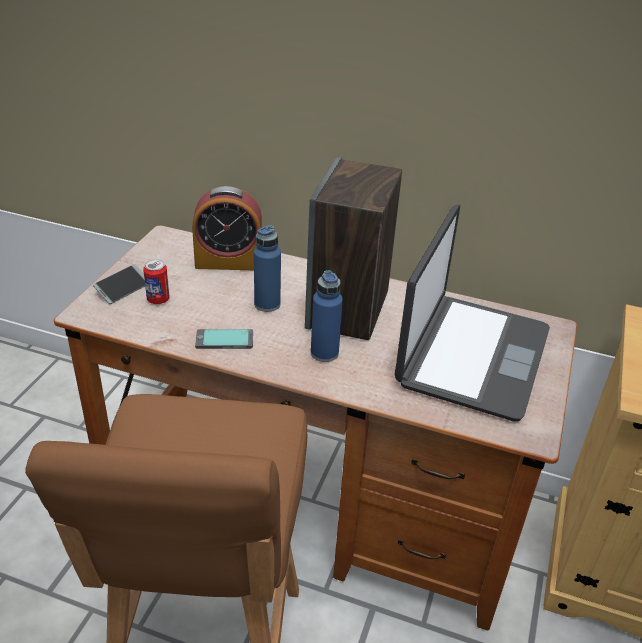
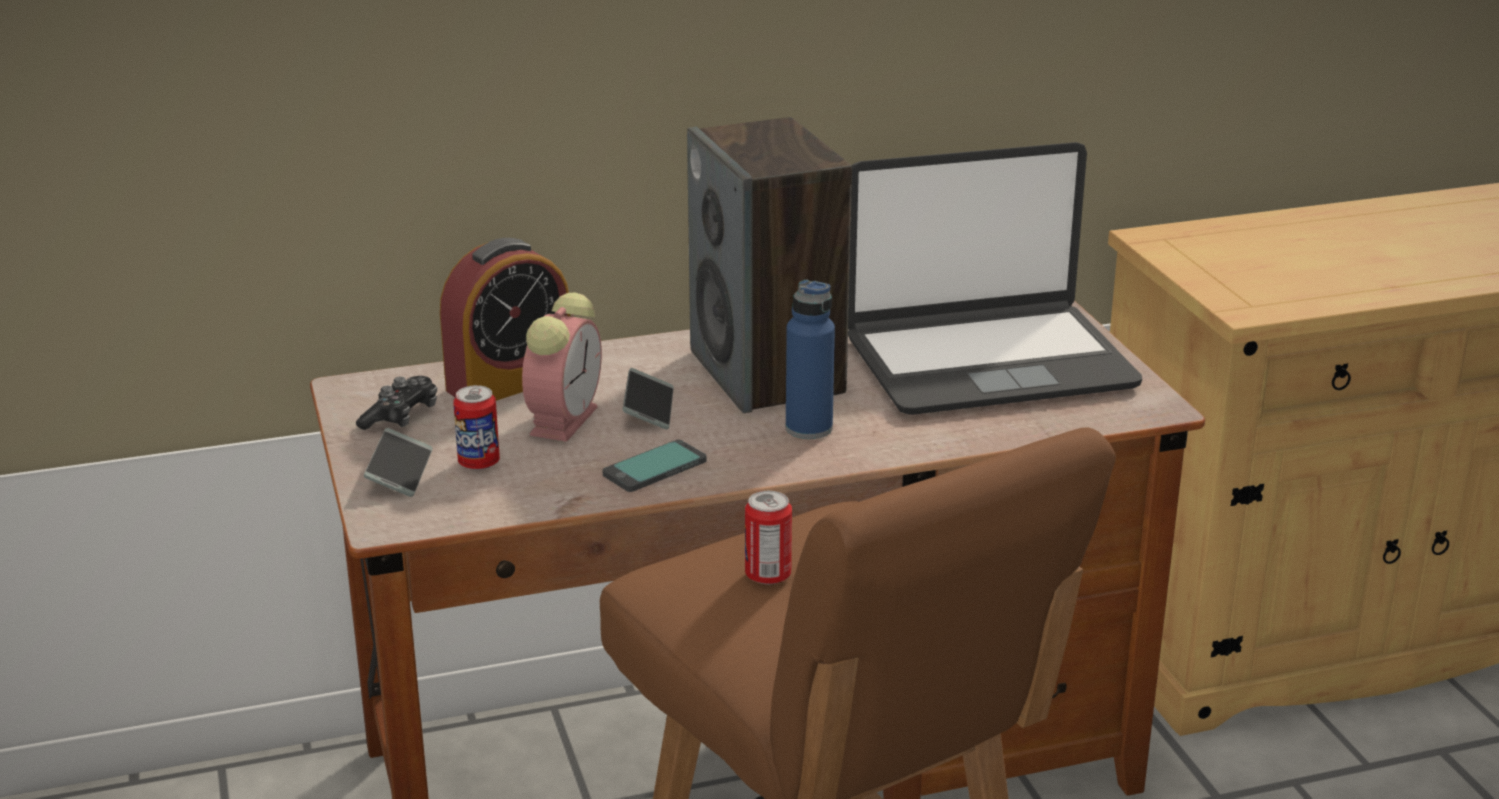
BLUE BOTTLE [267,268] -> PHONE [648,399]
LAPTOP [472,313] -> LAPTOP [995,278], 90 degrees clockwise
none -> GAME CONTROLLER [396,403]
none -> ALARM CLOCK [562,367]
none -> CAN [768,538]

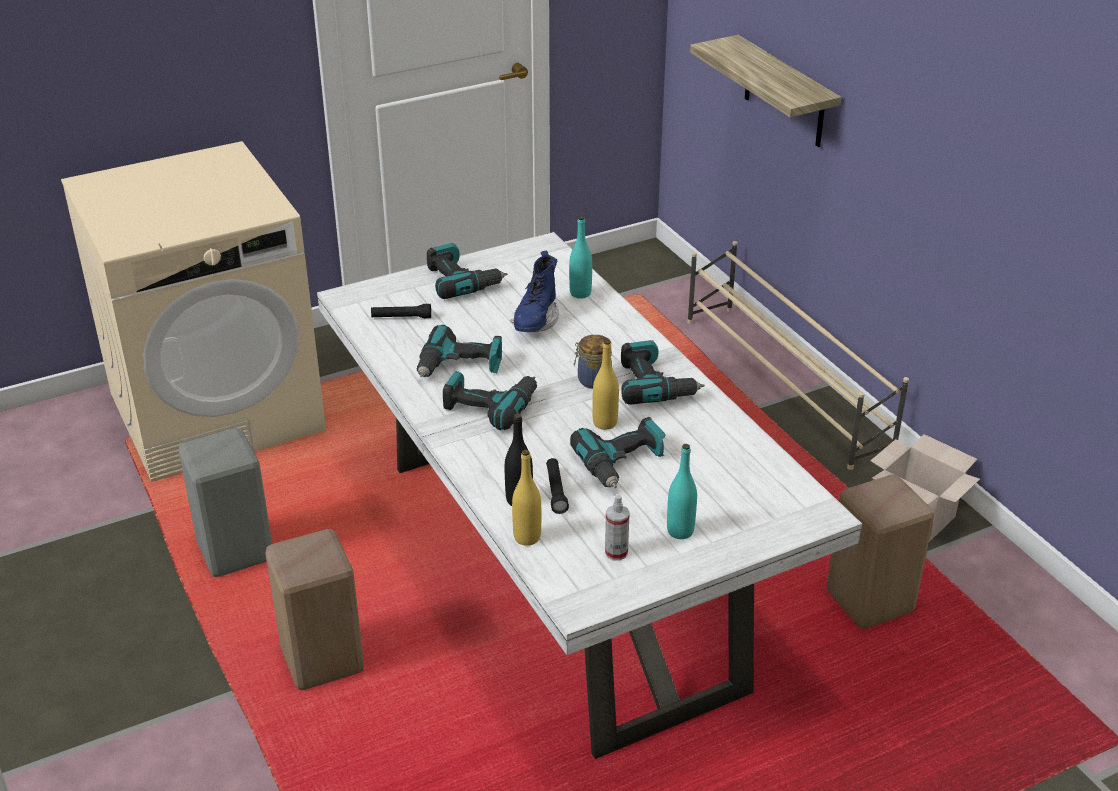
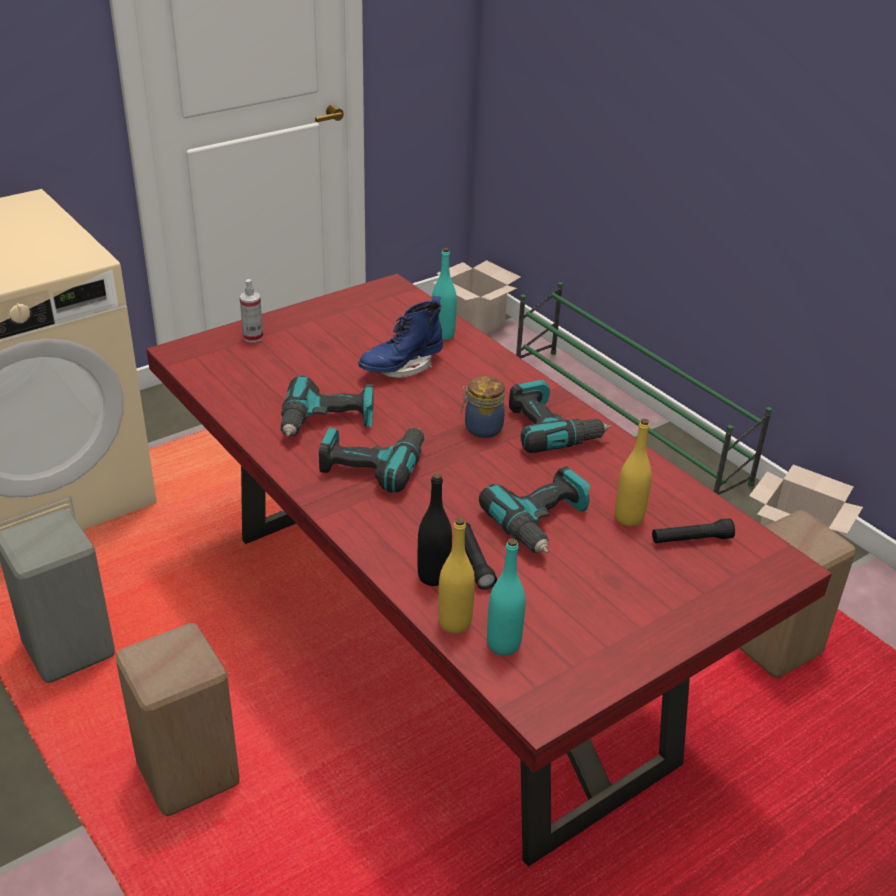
WHITE DINING TABLE [589,495] -> RED DINING TABLE [489,570]
BLACK FLASHLIGHT [401,311] -> BLACK FLASHLIGHT [693,531], move
POWER DRILL [467,271] -> none
BLUE BOOT [534,291] -> BLUE BOOT [400,337], 45 degrees clockwise
YELLOW BOTTLE [605,385] -> YELLOW BOTTLE [633,472], move
SPRAY BOTTLE [617,527] -> SPRAY BOTTLE [251,311], move
TURQUOISE BOTTLE [682,491] -> TURQUOISE BOTTLE [506,597], move
BEIGE SHOE RACK [798,355] -> GREEN SHOE RACK [644,388]
SHELF [765,91] -> none
none -> CARDBOARD BOX [476,297]

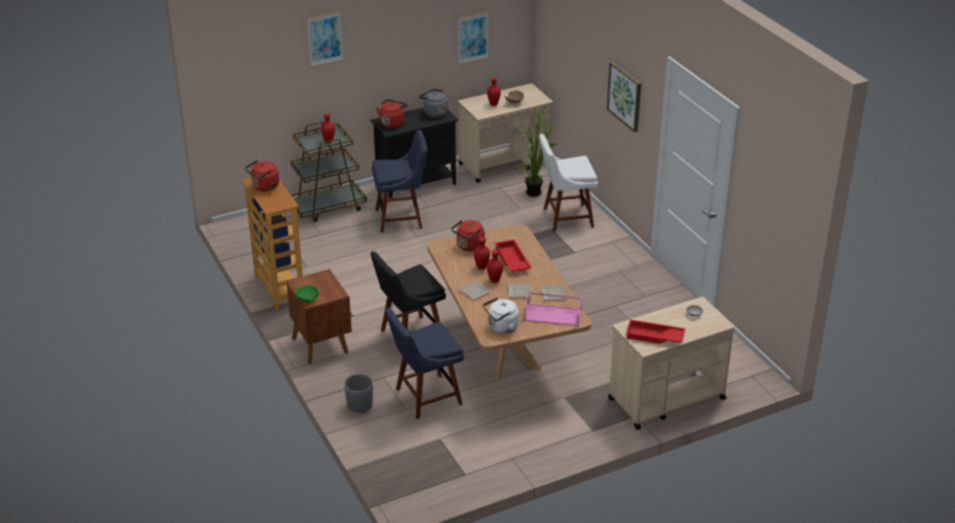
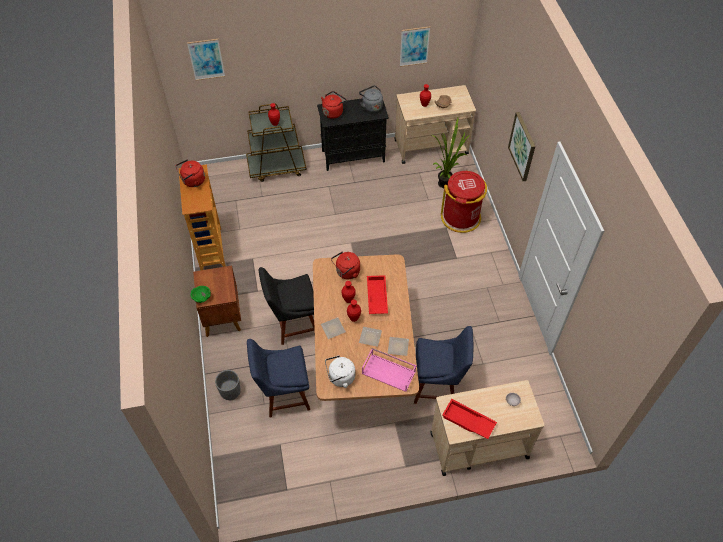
PICTURE [325,39] -> PICTURE [206,59], move
BLUE CHAIR [400,181] -> BLUE CHAIR [443,365], move
WHITE CHAIR [568,183] -> RED TRASH CAN [464,202]

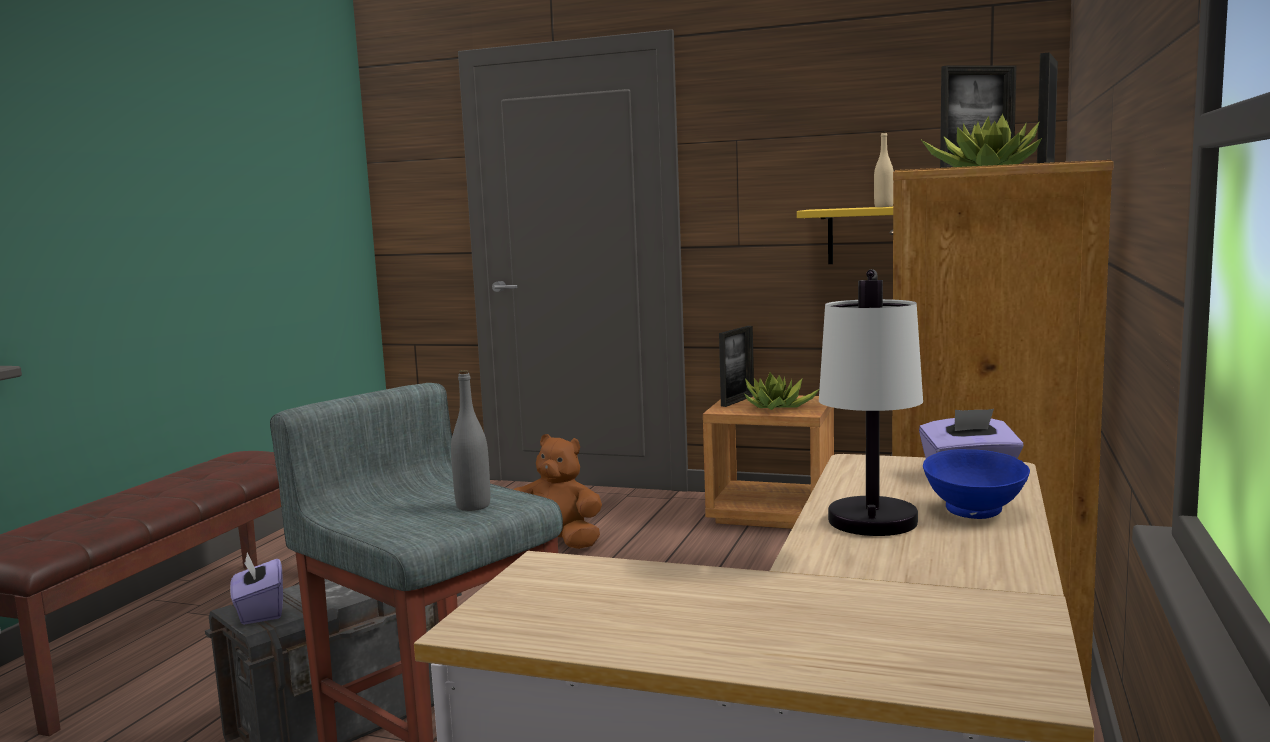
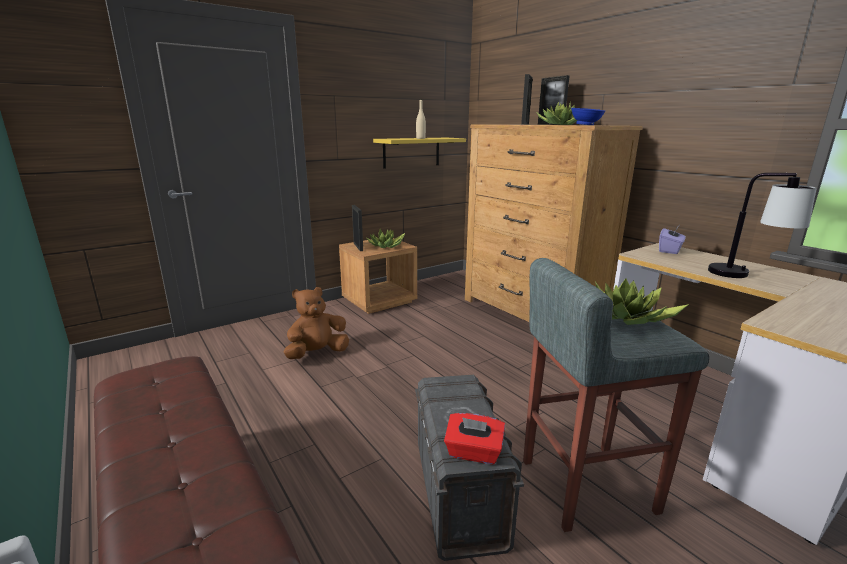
PURPLE TISSUE BOX [256,589] -> RED TISSUE BOX [474,438]
GREY BOTTLE [470,440] -> POTTED PLANT [642,301]
BLUE BOWL [976,484] -> BLUE BOWL [588,116], move

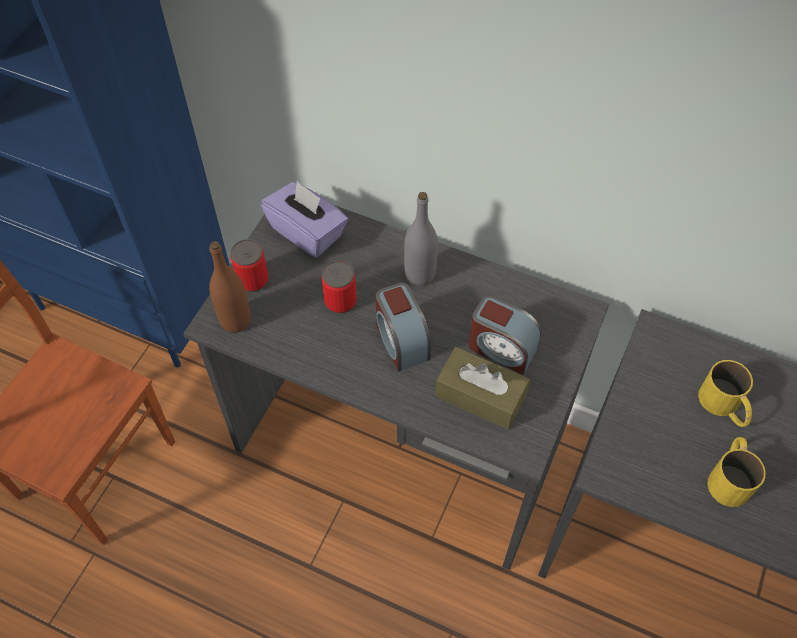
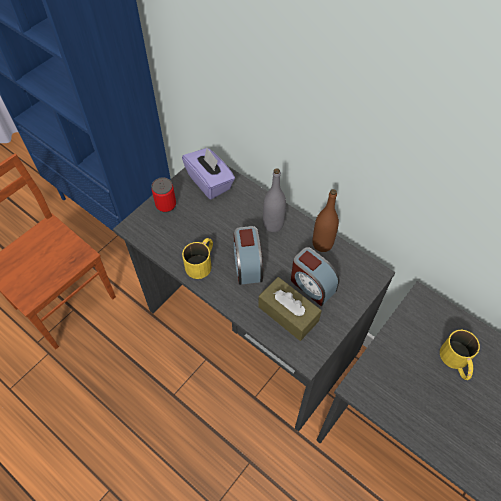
BROWN BOTTLE [230,287] -> BROWN BOTTLE [325,220], move
CAN [339,287] -> none
YELLOW MUG [736,472] -> YELLOW MUG [197,258], move

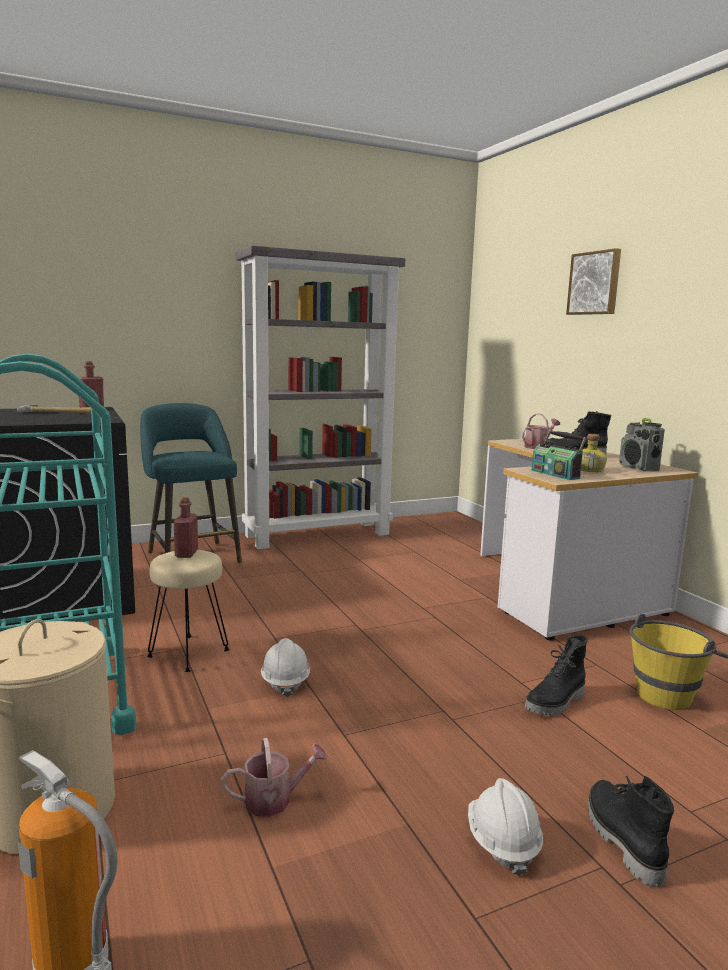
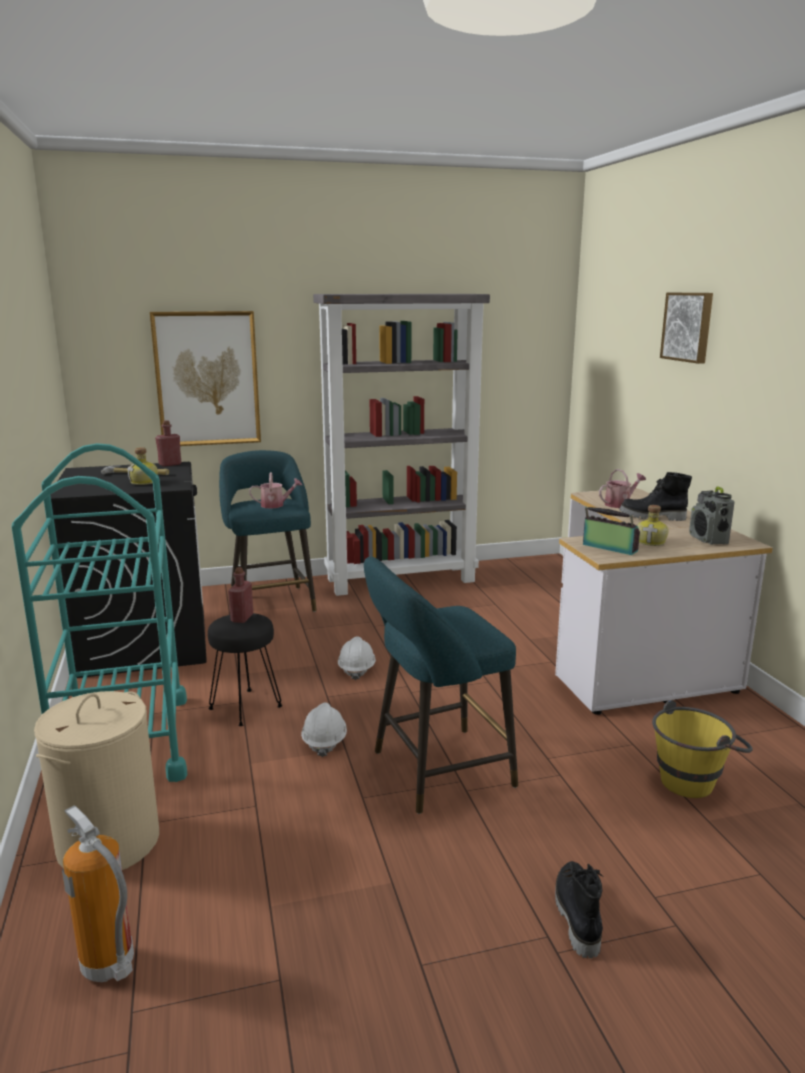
BEIGE STOOL [188,611] -> BLACK STOOL [245,669]
WATERING CAN [274,777] -> WATERING CAN [275,490], move
WHITE HARD HAT [505,827] -> WHITE HARD HAT [357,658], move
BLACK BOOT [556,675] -> none
RADIO [559,455] -> RADIO [611,530], 150 degrees clockwise
none -> BOTTLE [142,466]
none -> PICTURE [205,378]
none -> TURQUOISE STOOL [441,685]

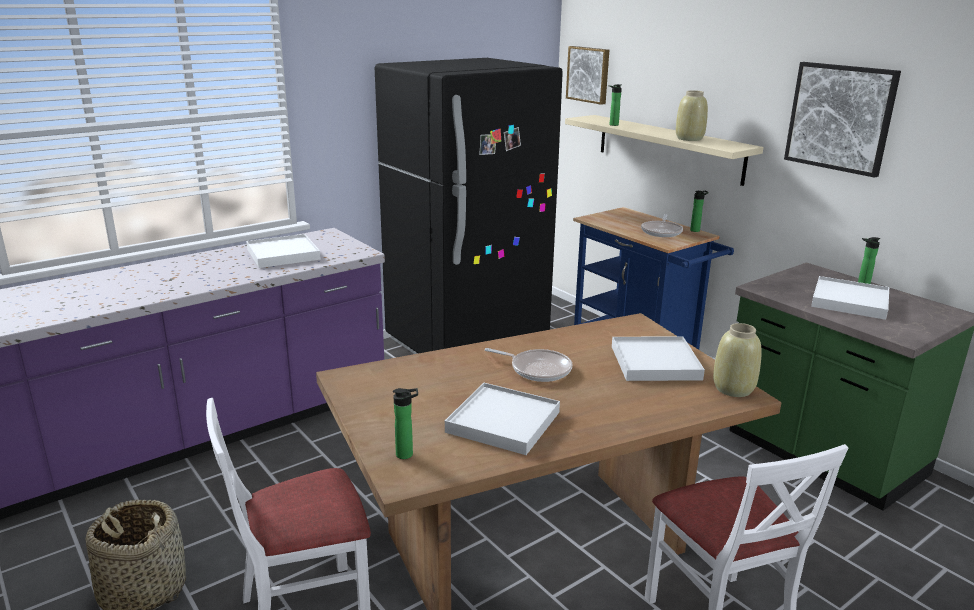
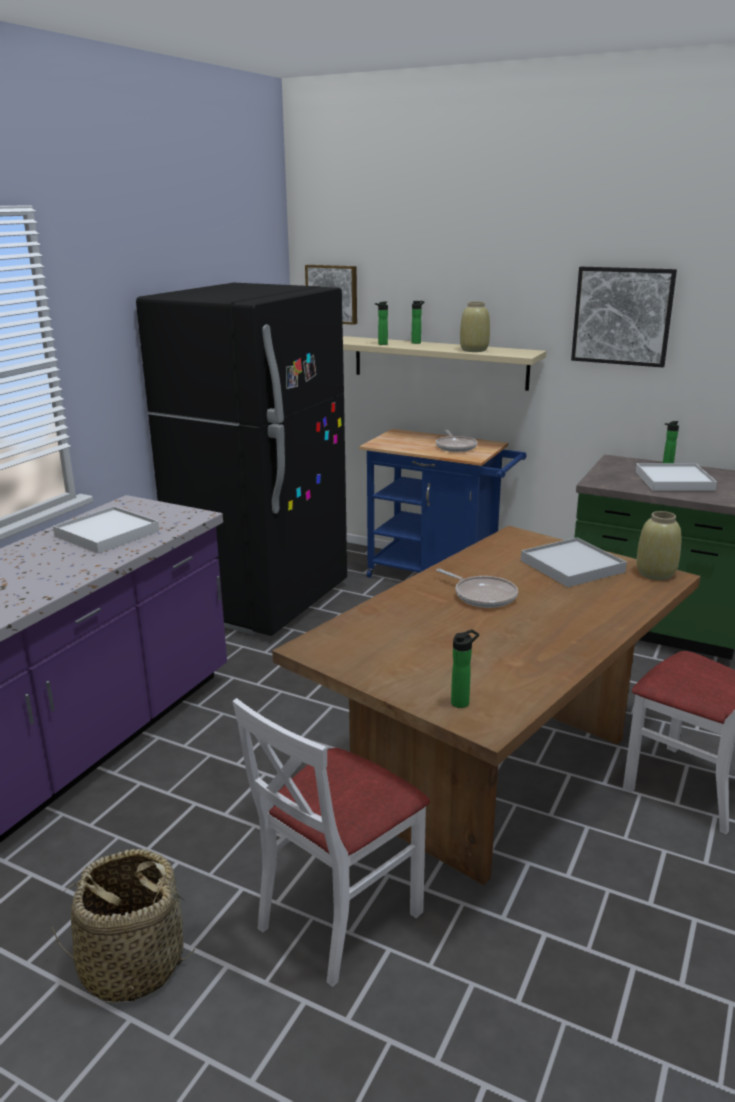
WHITE TRAY [502,419] -> none
FRYING PAN [528,365] -> FRYING PAN [477,588], 45 degrees clockwise
BOTTLE [699,211] -> BOTTLE [418,322], move

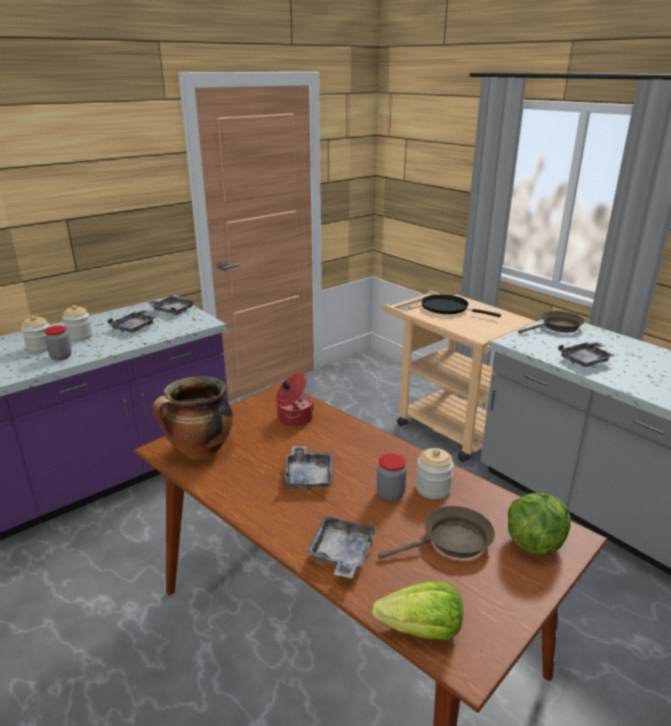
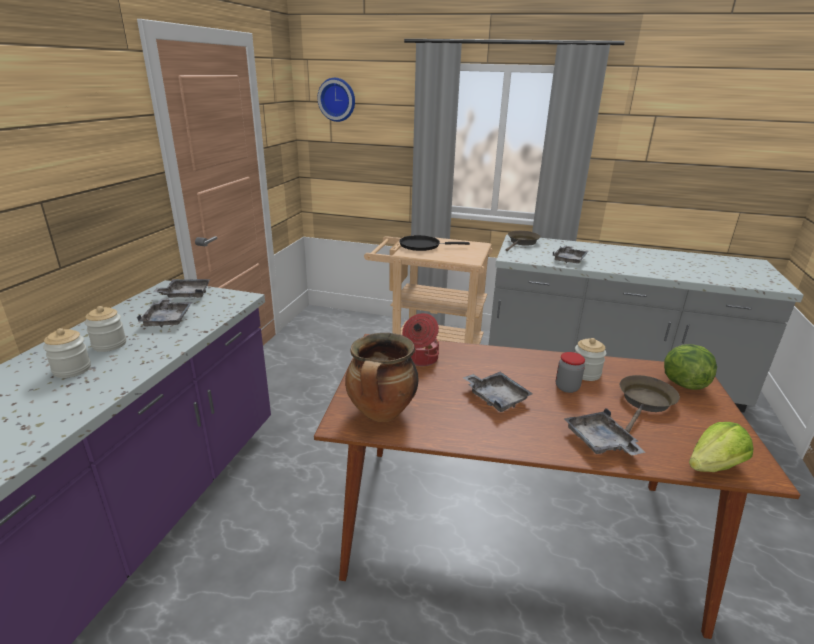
JAR [58,343] -> none
none -> WALL CLOCK [336,100]

